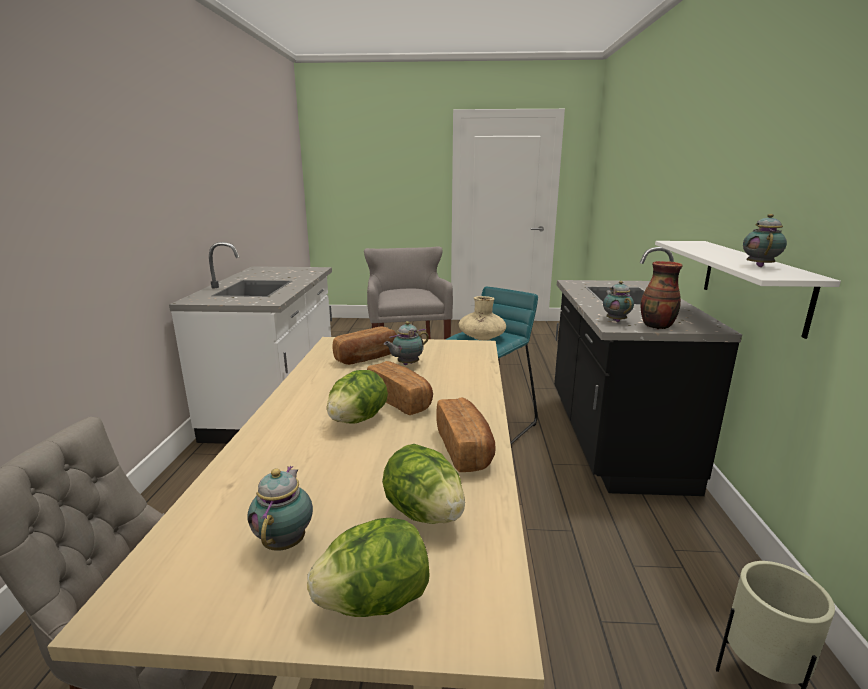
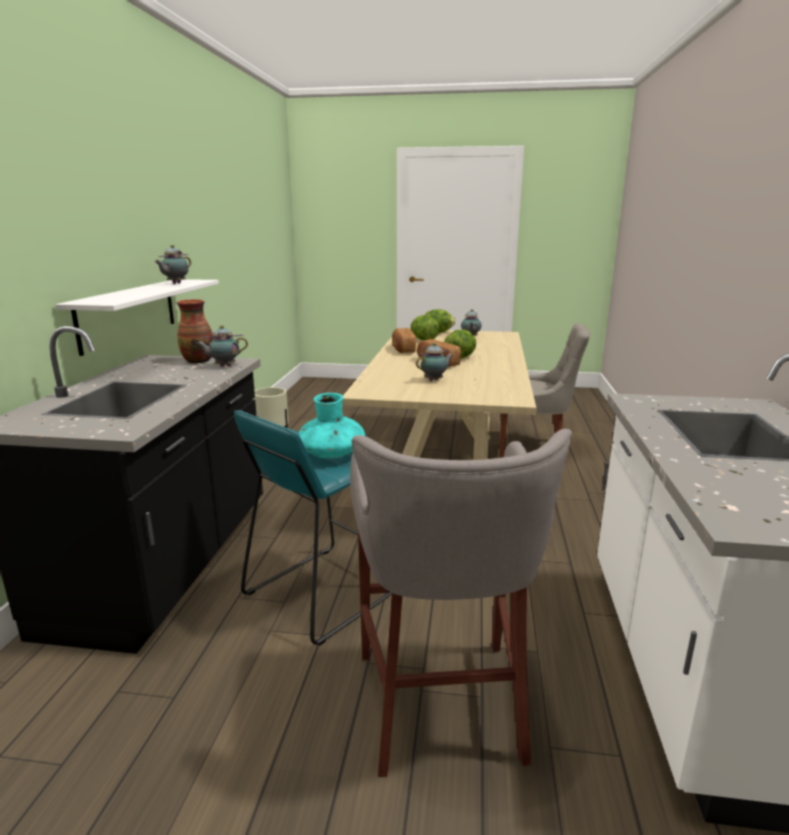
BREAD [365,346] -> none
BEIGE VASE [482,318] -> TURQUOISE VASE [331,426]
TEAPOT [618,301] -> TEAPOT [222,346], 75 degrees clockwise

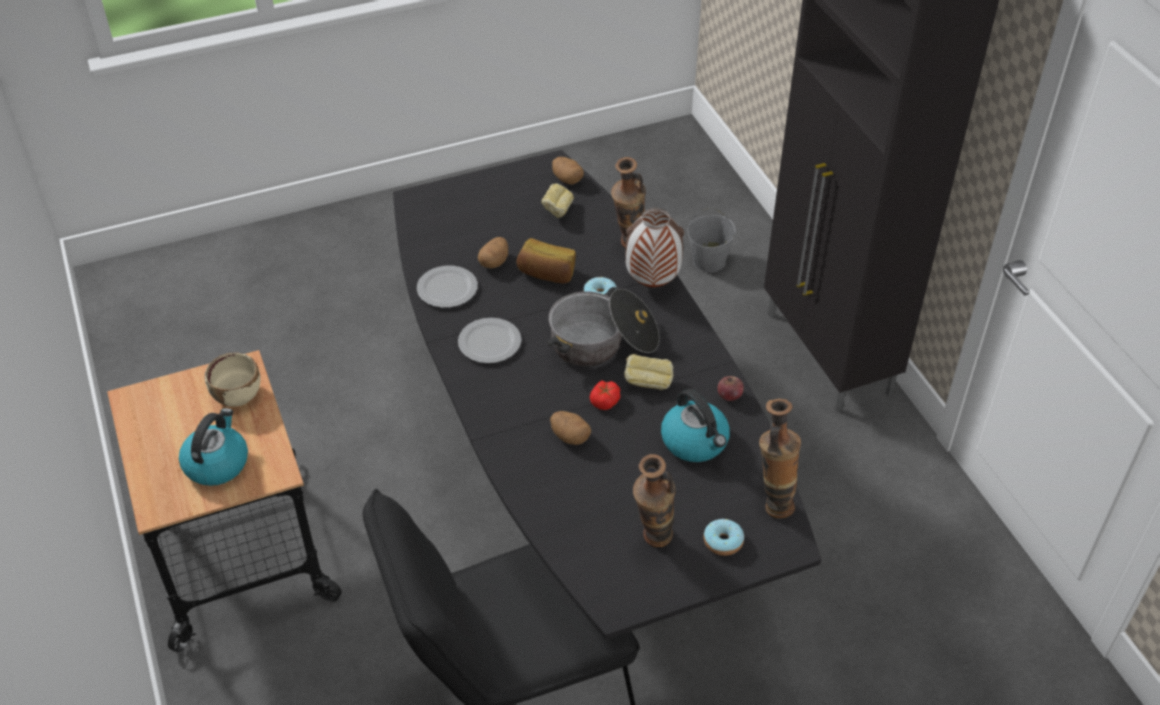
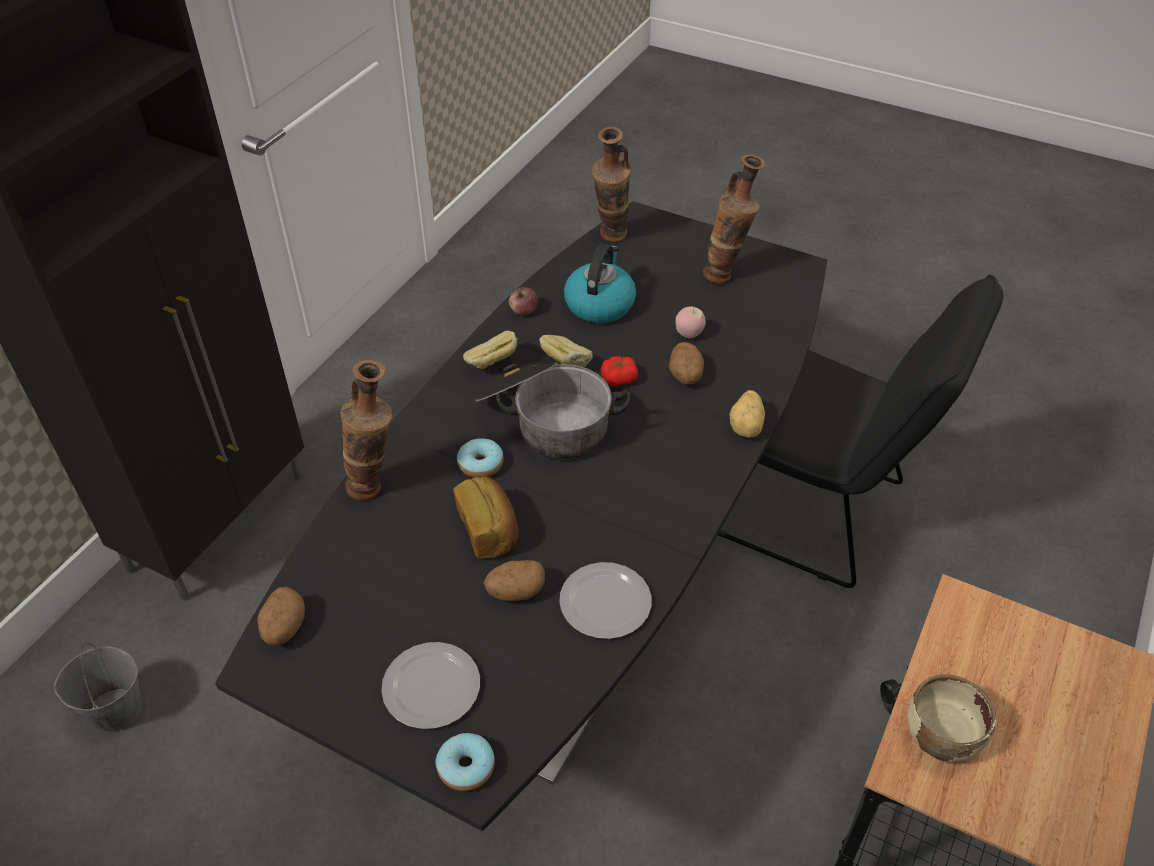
KETTLE [213,447] -> none
PLATE [489,340] -> PLATE [430,685], move
BREAD [557,200] -> BREAD [490,349], move
VASE [654,247] -> none
DONUT [723,537] -> DONUT [465,762], move
none -> APPLE [690,322]
none -> POTATO [747,414]

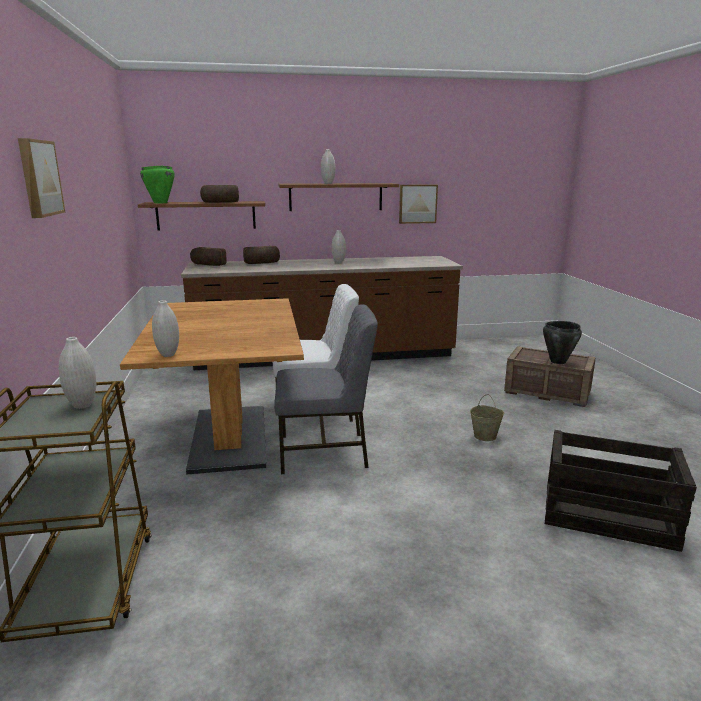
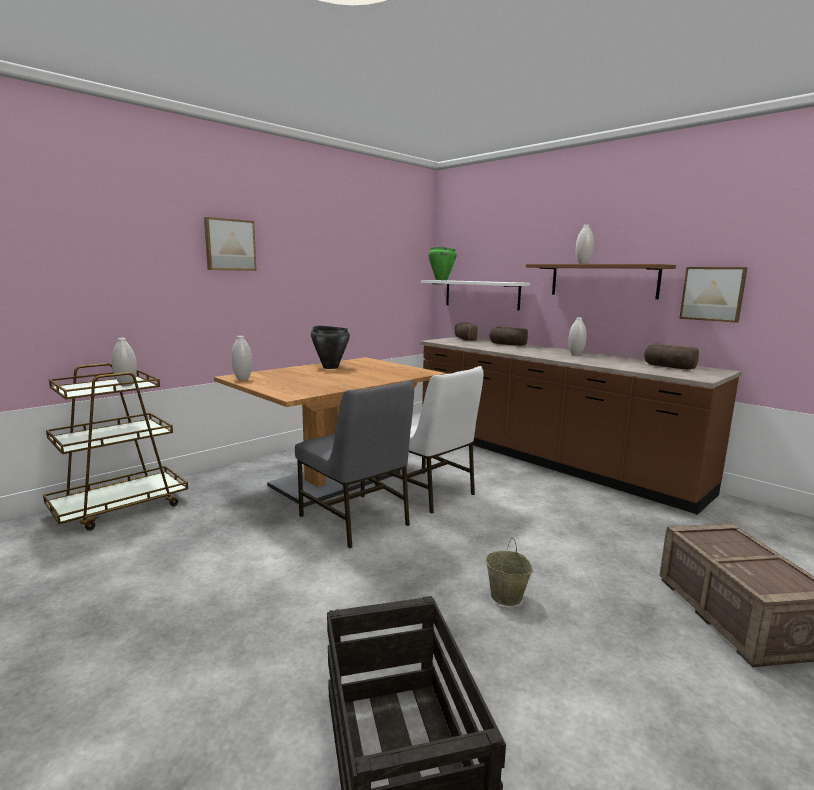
BROWN SHELF [201,215] -> WHITE SHELF [475,295]
BREAD [219,194] -> BREAD [671,356], move
BLACK COOKING POT [562,342] -> BLACK COOKING POT [330,347], move

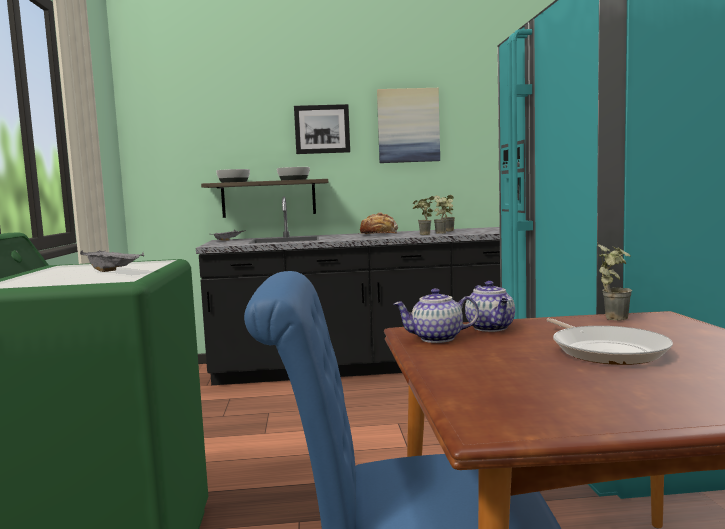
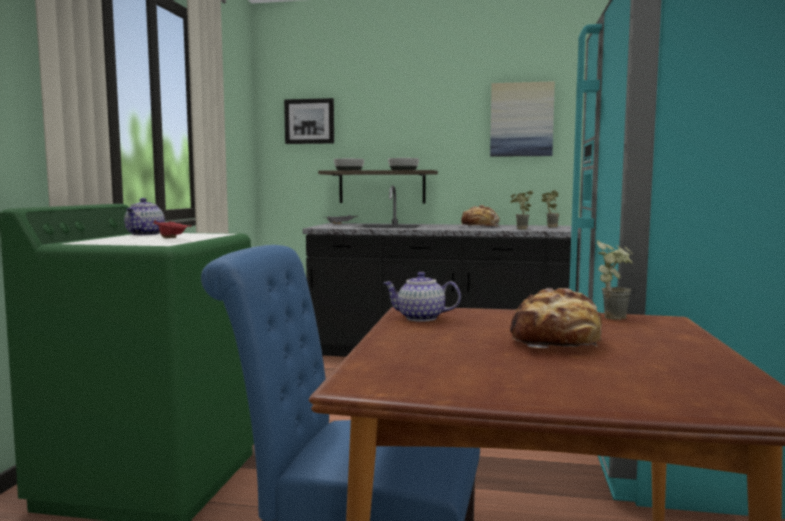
GREY TRAY [112,261] -> RED TRAY [172,229]
PICTURE [322,129] -> PICTURE [309,121], move
POTTED PLANT [443,215] -> none
TEAPOT [490,306] -> TEAPOT [144,217], move
FRYING PAN [610,341] -> BREAD [556,318]

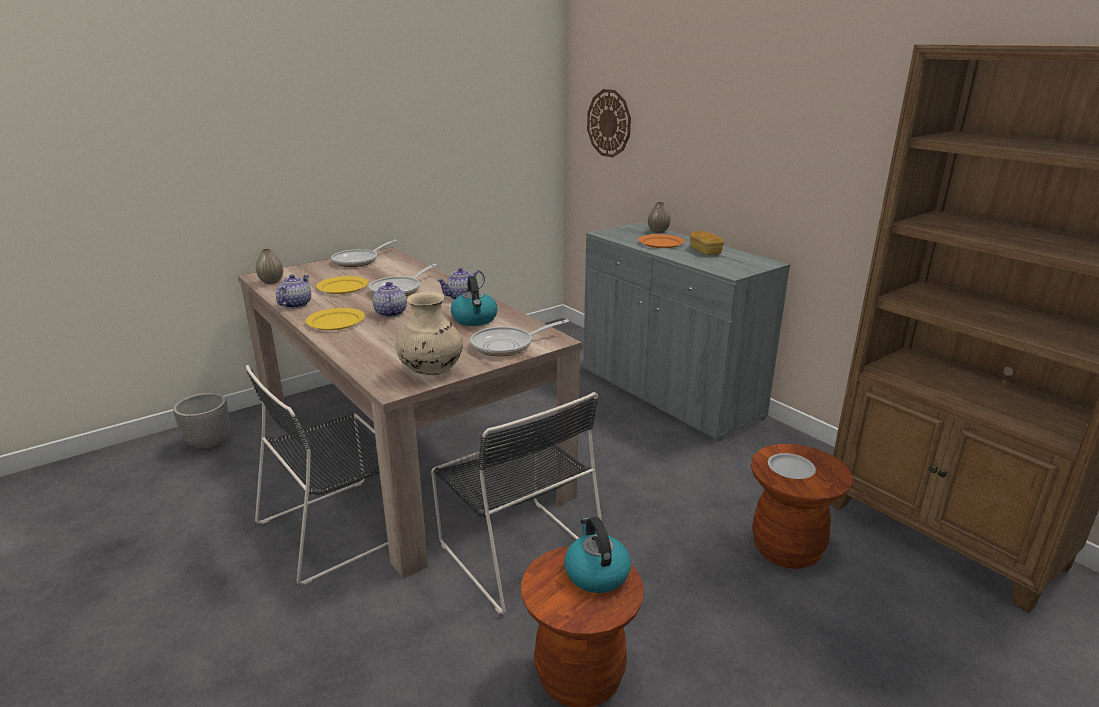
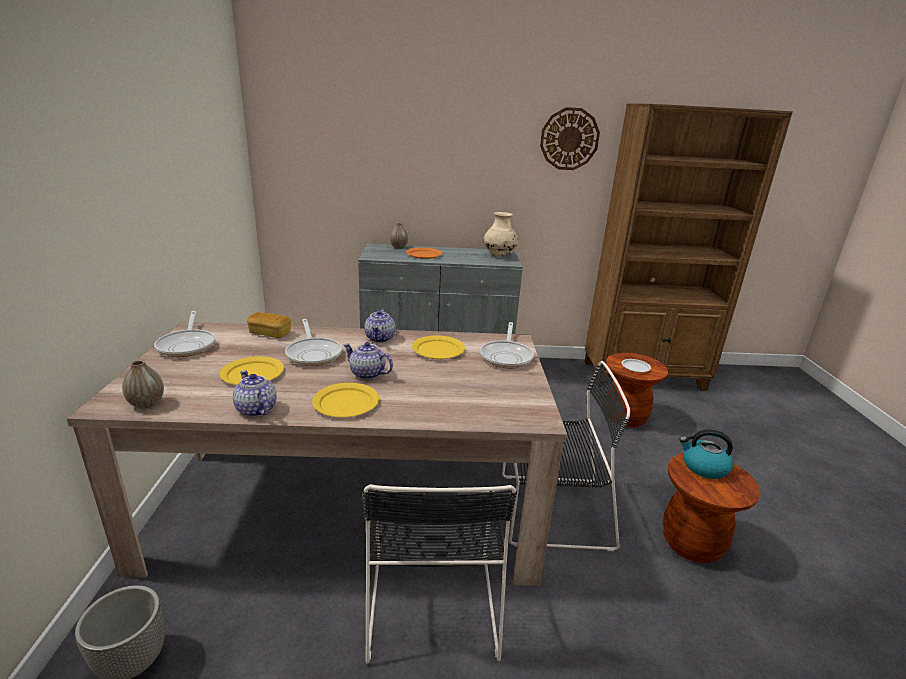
BEIGE VASE [429,333] -> BEIGE VASE [500,234], move
KETTLE [474,301] -> YELLOW PLATE [438,347]
WALL CLOCK [609,123] -> WALL CLOCK [570,138], move
BREAD [707,243] -> BREAD [269,325], move

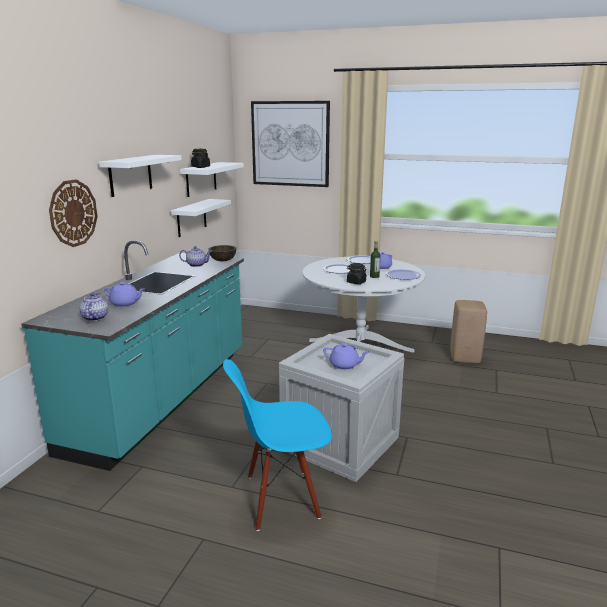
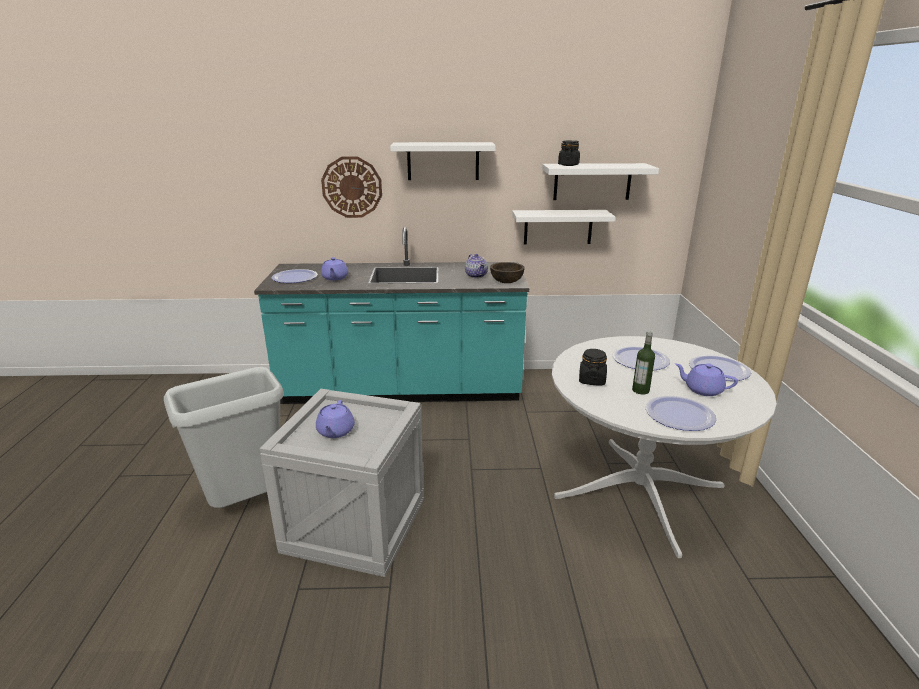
TEAPOT [93,307] -> PLATE [295,276]
BLUE CHAIR [277,445] -> GREY TRASH CAN [224,437]
PICTURE [290,144] -> none
BEIGE STOOL [468,331] -> none

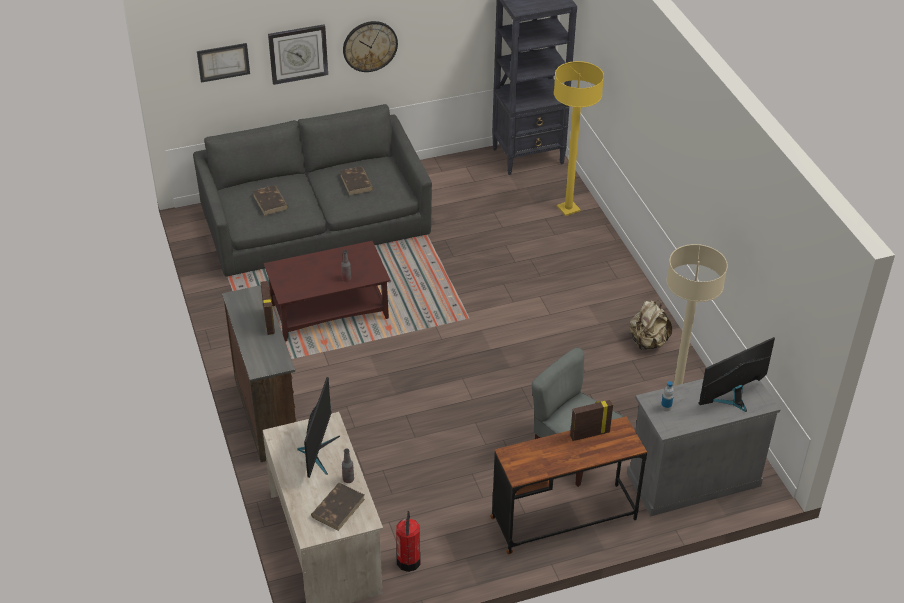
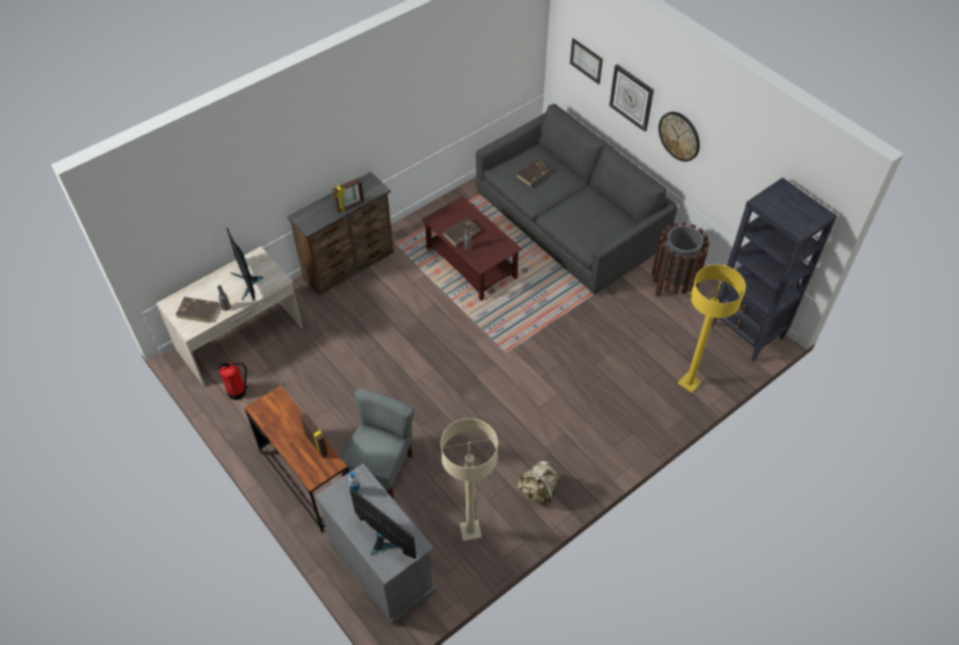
MONITOR [319,427] -> MONITOR [244,264], 75 degrees clockwise
BROWN BOOK [356,181] -> BROWN BOOK [462,232], move
none -> BROWN TRASH CAN [681,260]

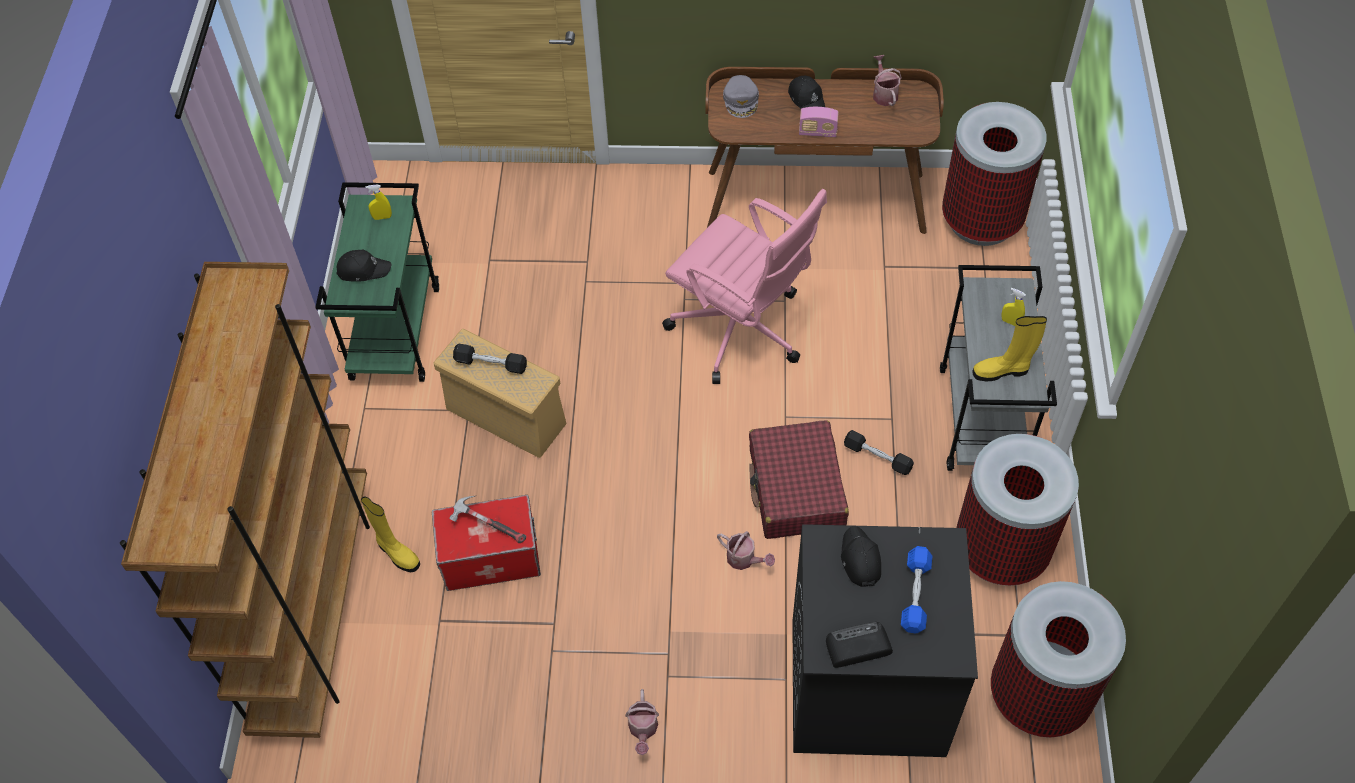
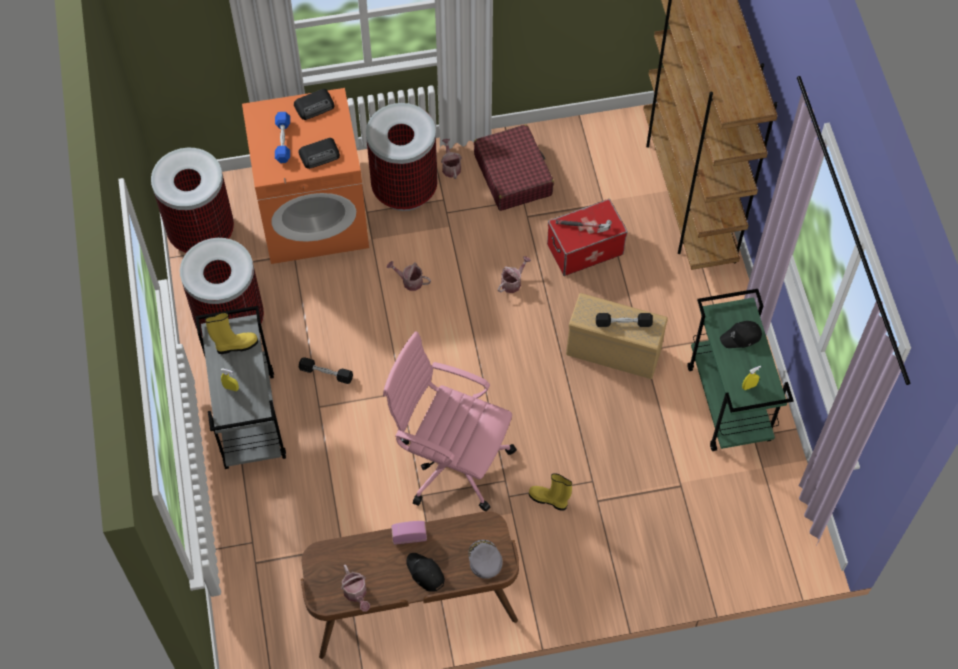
YELLOW BOOT [390,534] -> YELLOW BOOT [550,492], move
RED SUITCASE [799,479] -> RED SUITCASE [514,167], move
BLACK WASHING MACHINE [885,640] -> ORANGE WASHING MACHINE [305,176]
BLACK CAP [861,556] -> RADIO [319,153]
TRASH CAN [994,174] -> TRASH CAN [402,157], move
none -> WATERING CAN [514,274]

